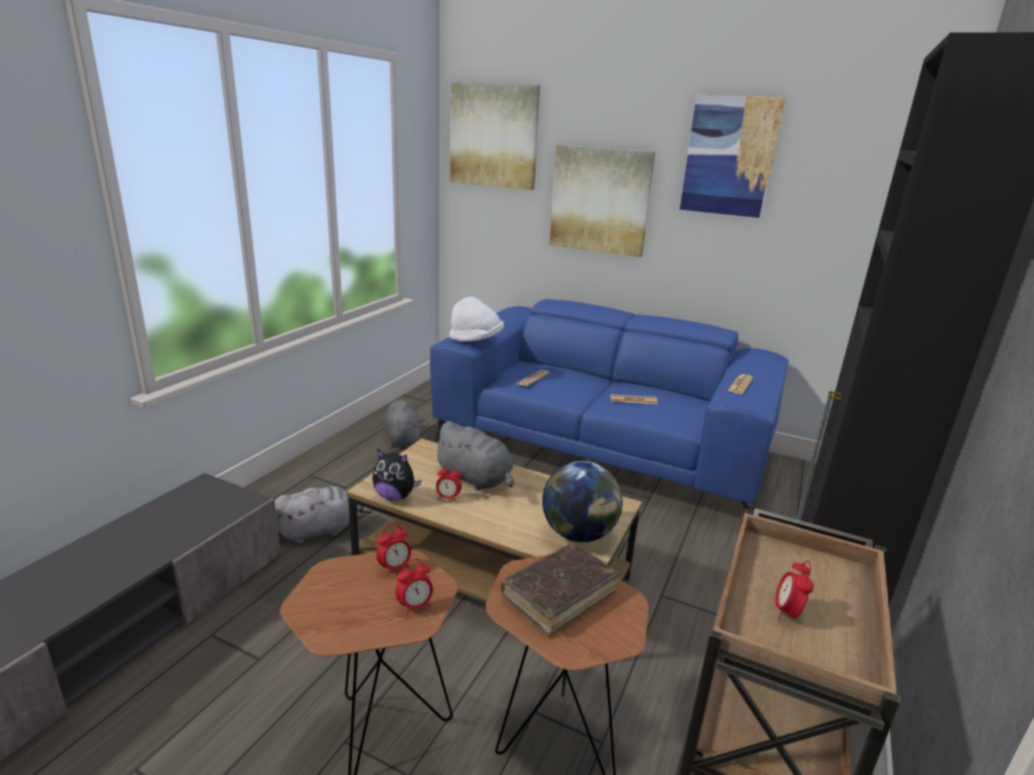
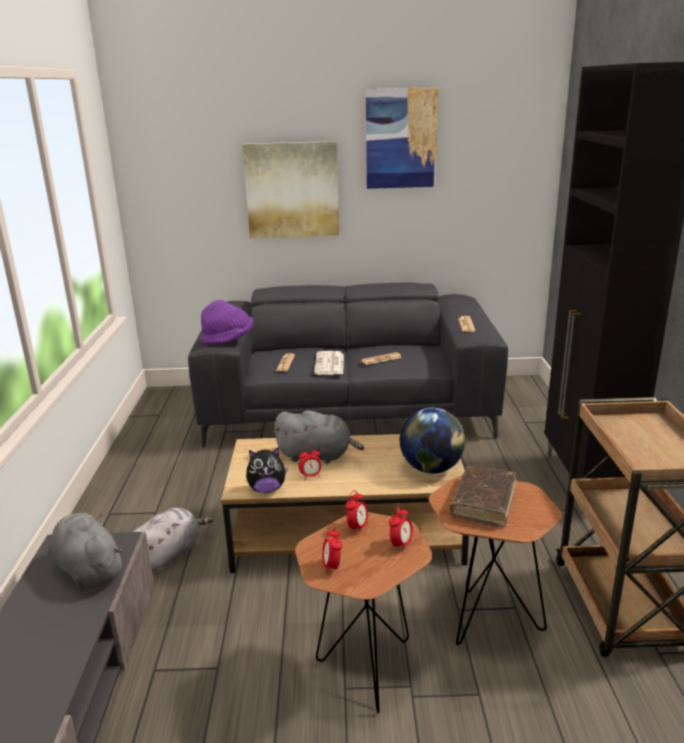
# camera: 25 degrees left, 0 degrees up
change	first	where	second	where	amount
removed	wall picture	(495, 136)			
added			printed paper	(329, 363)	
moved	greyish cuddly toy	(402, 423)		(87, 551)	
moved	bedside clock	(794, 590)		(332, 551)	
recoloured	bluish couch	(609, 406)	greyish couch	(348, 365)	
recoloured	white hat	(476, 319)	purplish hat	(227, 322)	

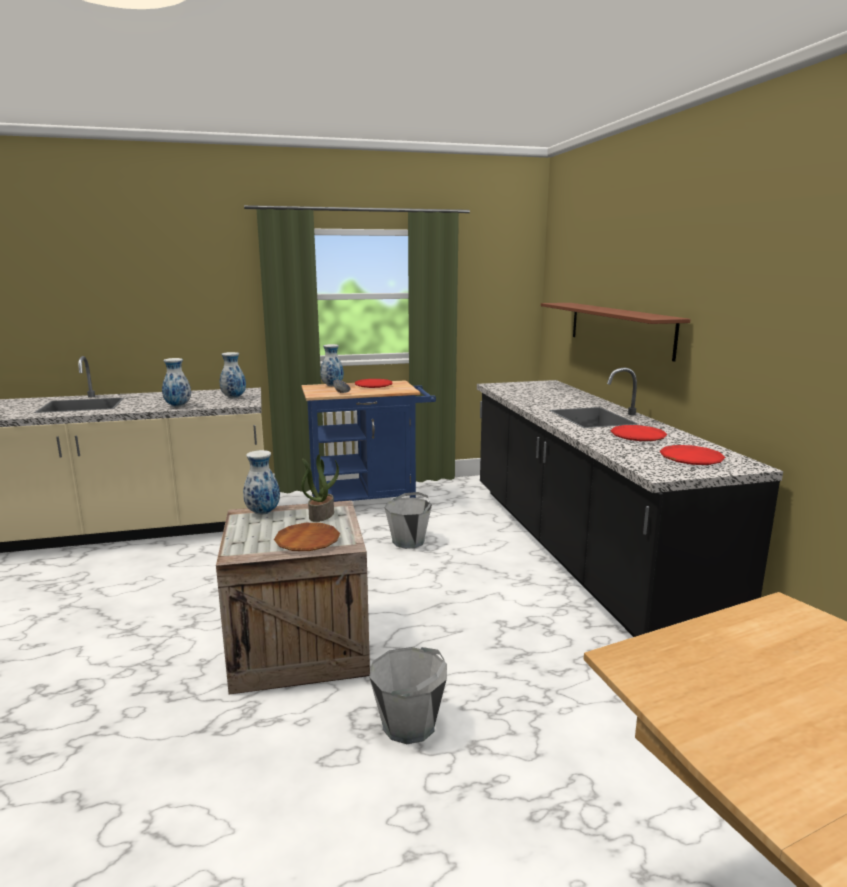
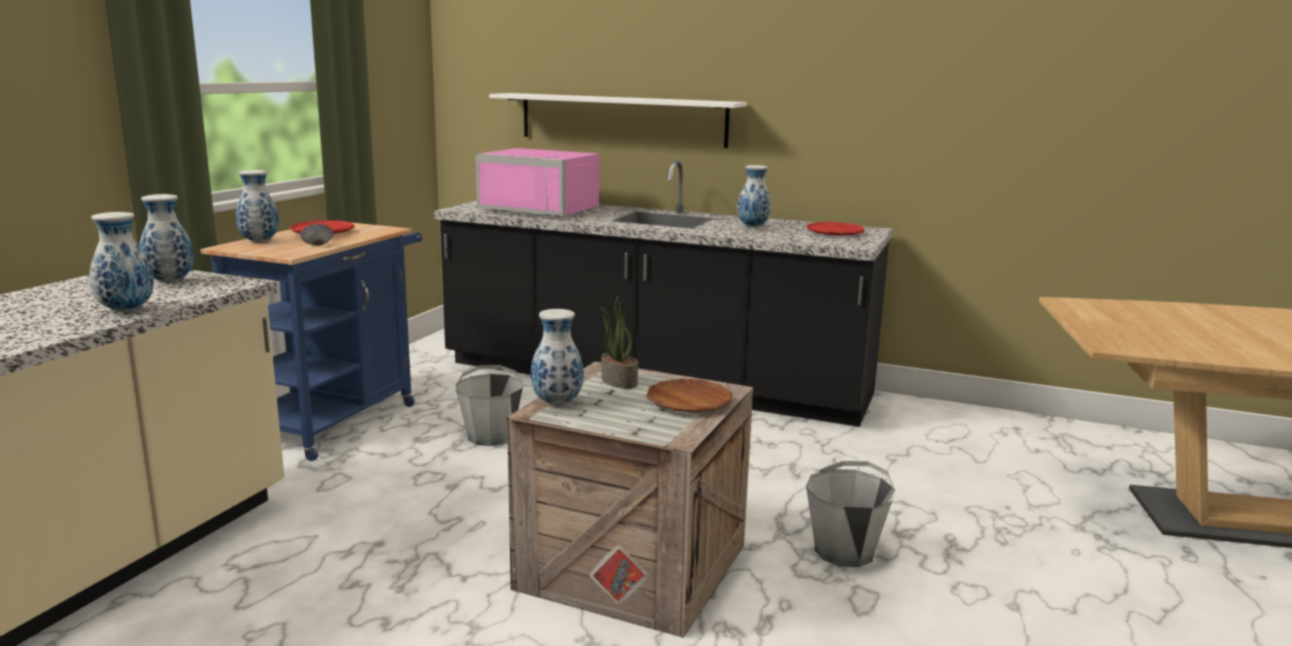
# camera: 55 degrees left, 0 degrees up
change	first	where	second	where	amount
added			pink-coloured kitchen microwave	(537, 182)	
replaced	reddish plate	(639, 433)	flower vase	(754, 196)	
recoloured	brown-coloured wall shelf	(616, 332)	white wall shelf	(618, 120)	

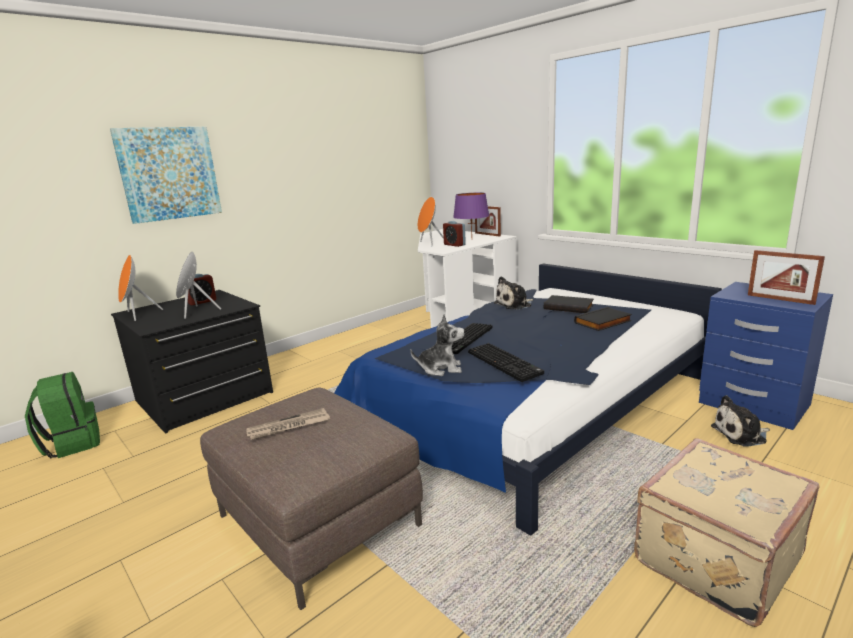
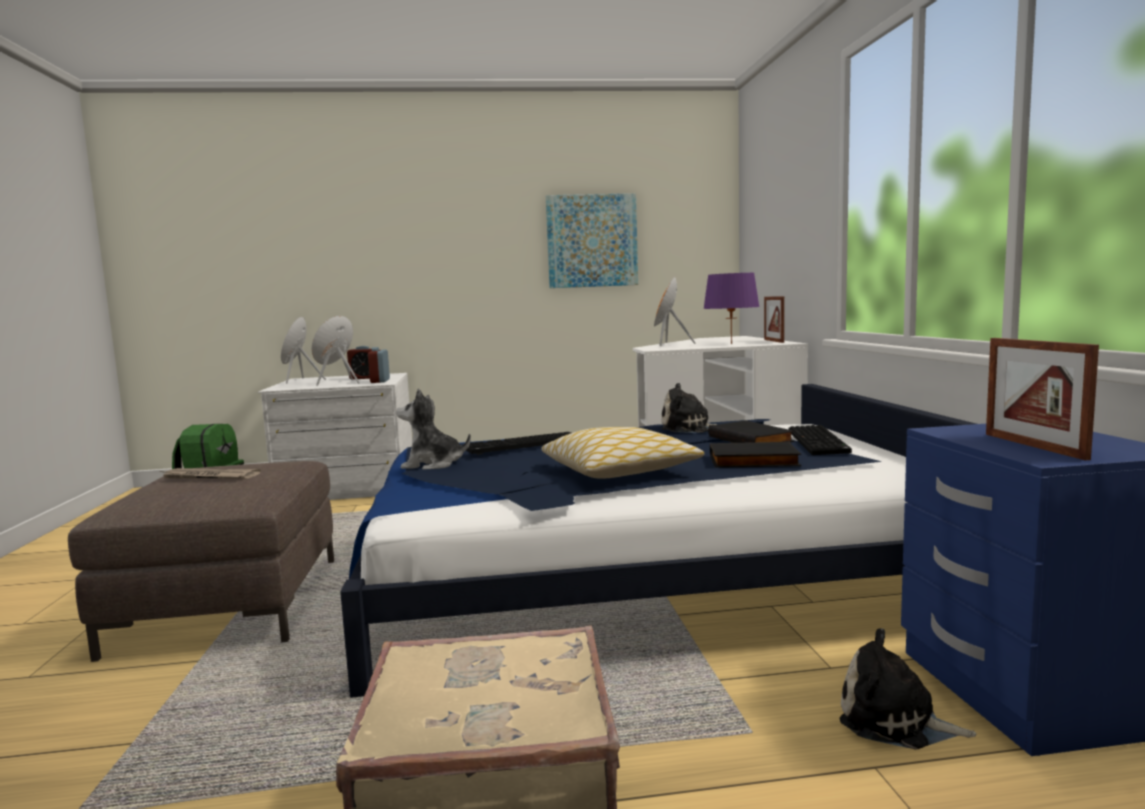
# camera: 35 degrees right, 10 degrees down
change	first	where	second	where	amount
added			cushion	(622, 453)	
moved	wall picture	(166, 175)		(592, 240)	
moved	bedside clock	(454, 234)		(379, 365)	
moved	computer keyboard	(506, 362)		(820, 440)	
recoloured	black drawer chest	(192, 361)	white drawer chest	(335, 436)	
turned	cuddly toy	(437, 345)		(433, 429)	150 degrees clockwise

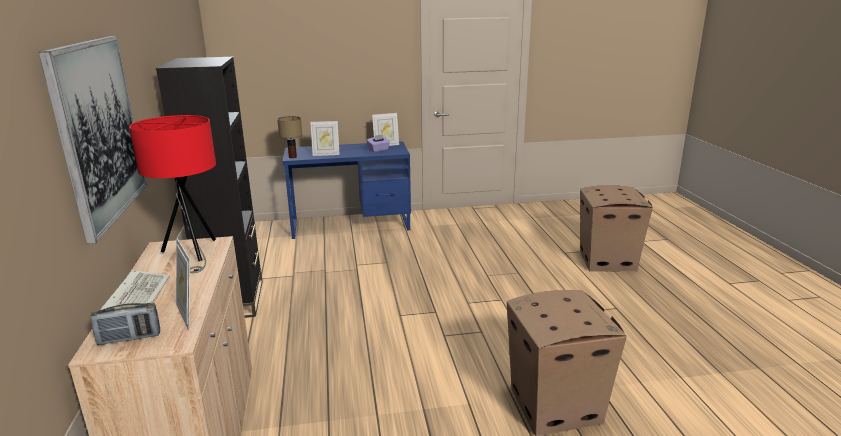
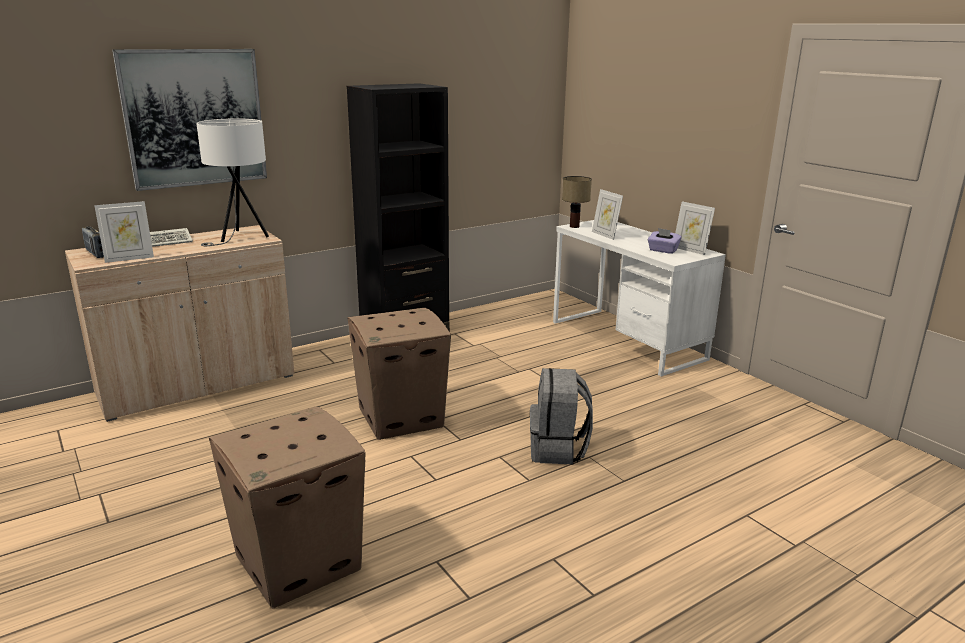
# camera: 65 degrees right, 0 degrees up
change	first	where	second	where	amount
added			greyish backpack	(561, 416)	
moved	packing box	(616, 228)		(399, 374)	
recoloured	reddish lamp for a table	(172, 194)	white lamp for a table	(232, 182)	
recoloured	bluish desk unit	(346, 190)	white desk unit	(639, 298)	
turned	photo frame	(183, 284)		(124, 232)	150 degrees counterclockwise

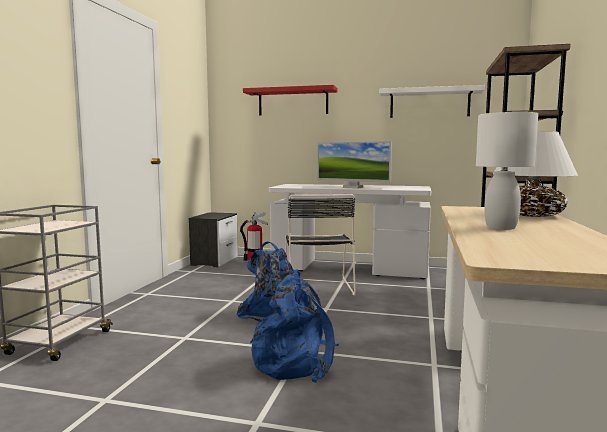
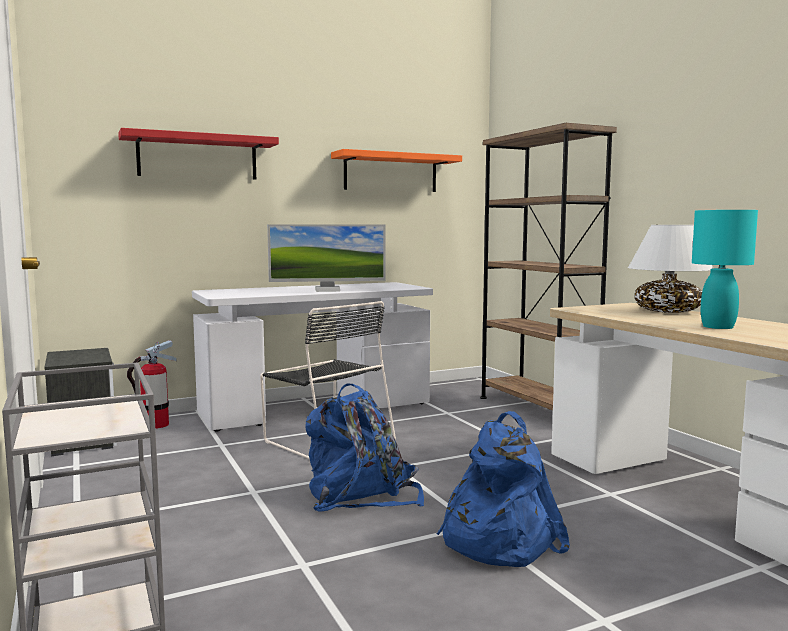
# camera: 40 degrees left, 0 degrees up
change	first	where	second	where	amount
recoloured	white wall shelf	(432, 101)	orangey wall shelf	(396, 170)	
recoloured	white lamp for a table	(507, 171)	turquoise lamp for a table	(725, 269)	

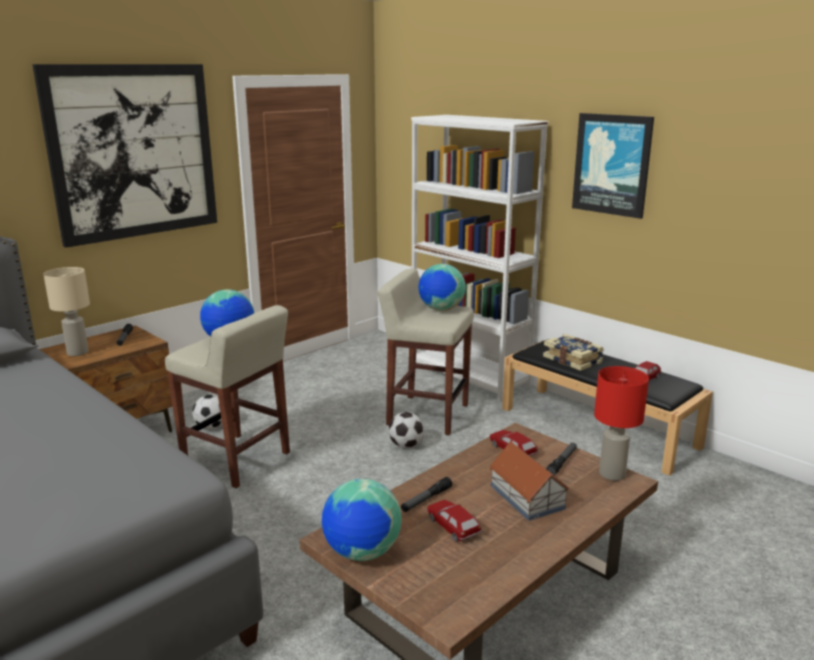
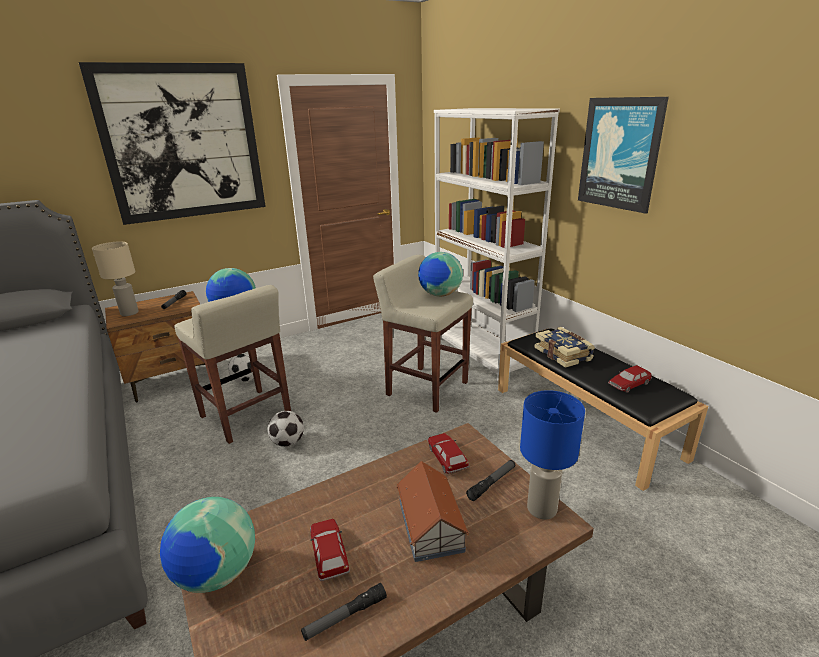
# camera: 15 degrees right, 5 degrees up
change	first	where	second	where	amount
moved	football	(407, 430)		(285, 429)	
moved	hand torch	(426, 494)		(344, 612)	
recoloured	reddish lamp for a table	(621, 423)	bluish lamp for a table	(552, 454)	

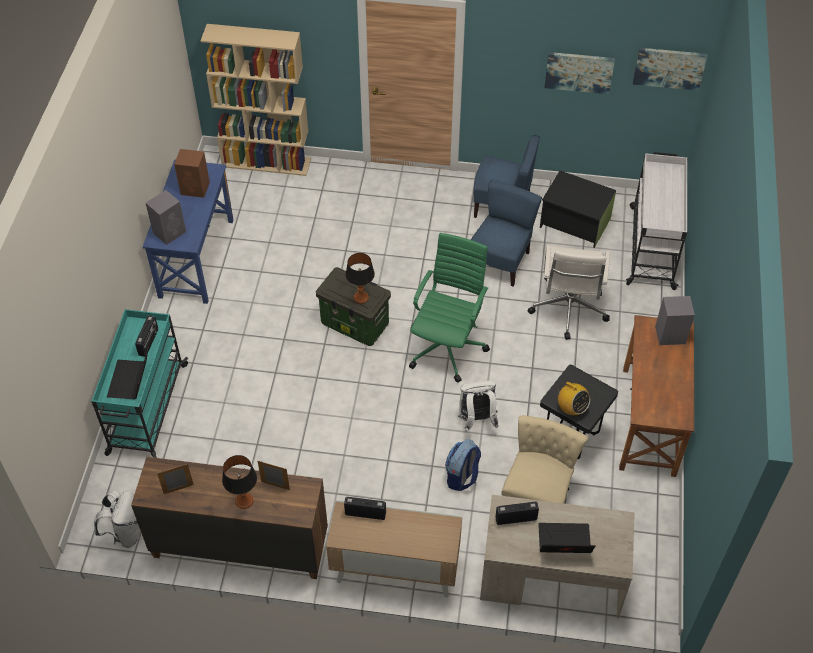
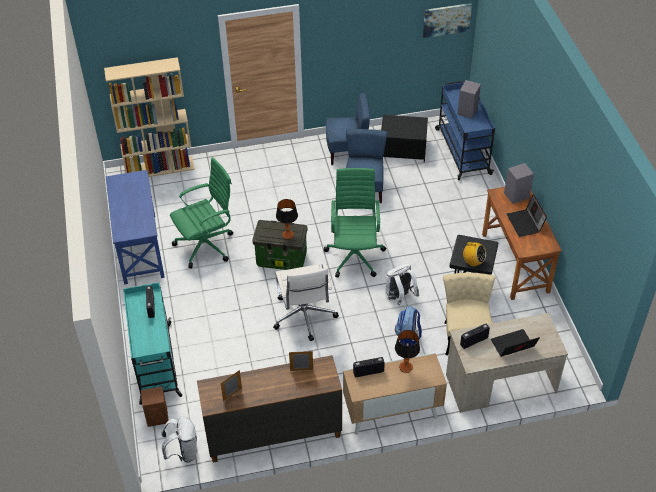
# camera: 20 degrees left, 5 degrees down
change	first	where	second	where	amount
removed	wall picture	(579, 73)			
added			greenish desk chair	(201, 212)	
moved	portable computer	(128, 372)		(527, 215)	
moved	greyish speaker	(166, 217)		(469, 99)	
moved	brown-coloured speaker	(192, 173)		(154, 407)	
moved	lamp for a table	(239, 482)		(407, 351)	
moved	white desk chair	(569, 292)		(306, 302)	
recoloured	white trolley	(656, 221)	bluish trolley	(465, 130)	

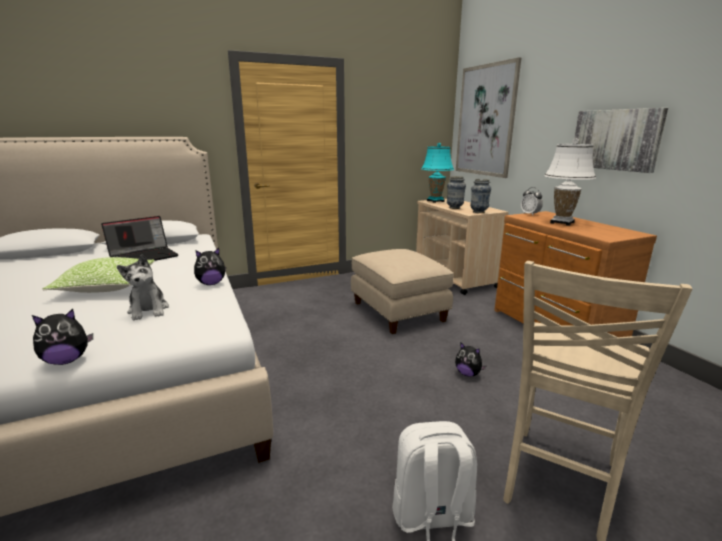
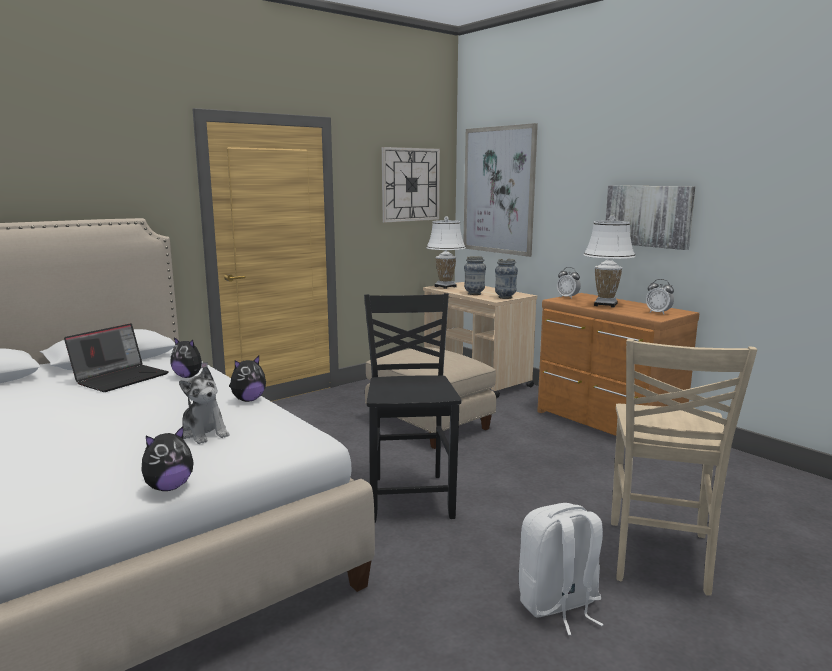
# camera: 15 degrees left, 5 degrees down
change	first	where	second	where	amount
removed	cushion	(98, 275)			
added			black upright chair	(412, 408)	
added			clock on the wall	(411, 185)	
added			bedside clock	(660, 296)	
moved	cuddly toy	(470, 360)		(189, 357)	
recoloured	turquoise lamp for a table	(438, 173)	white lamp for a table	(446, 252)	

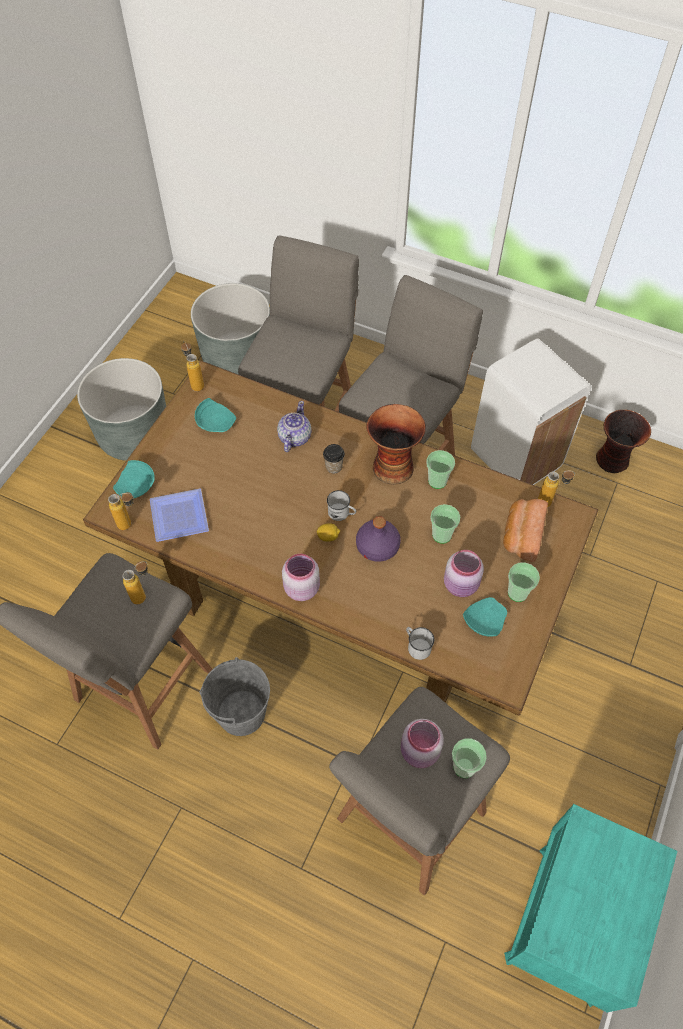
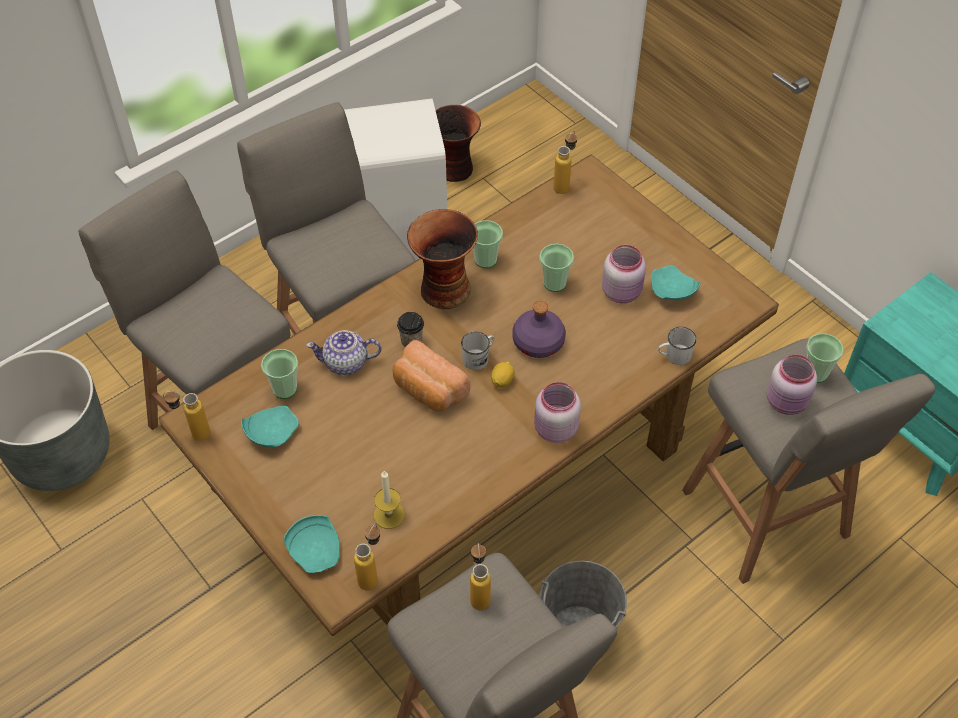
# camera: 65 degrees left, 5 degrees down
change	first	where	second	where	amount
removed	greyish flower pot	(121, 409)			
moved	baked bread	(525, 530)		(431, 375)	
moved	cup	(524, 582)		(279, 374)	
replaced	plate	(179, 515)	wax candle	(389, 500)	
turned	pot for tea	(294, 426)		(344, 352)	45 degrees counterclockwise

